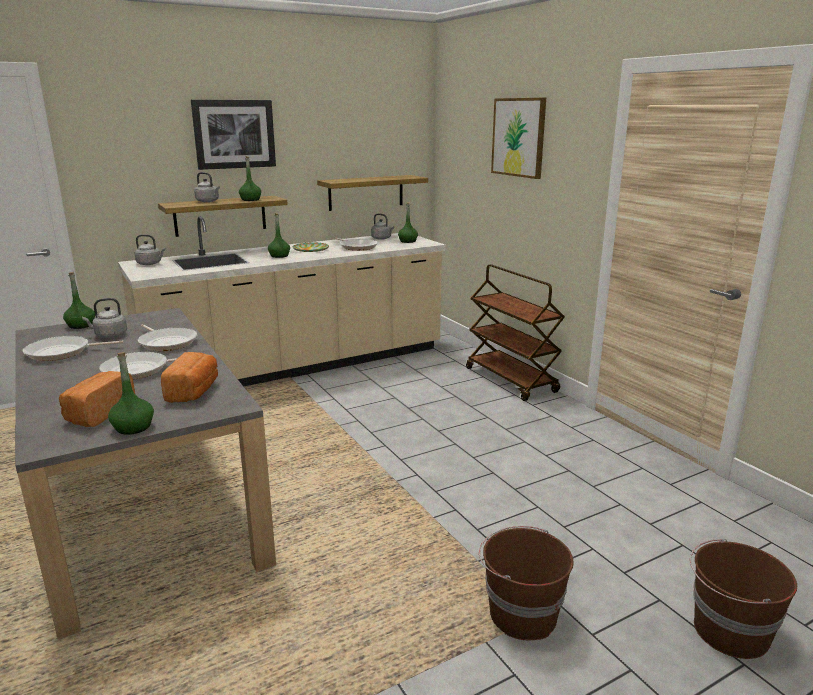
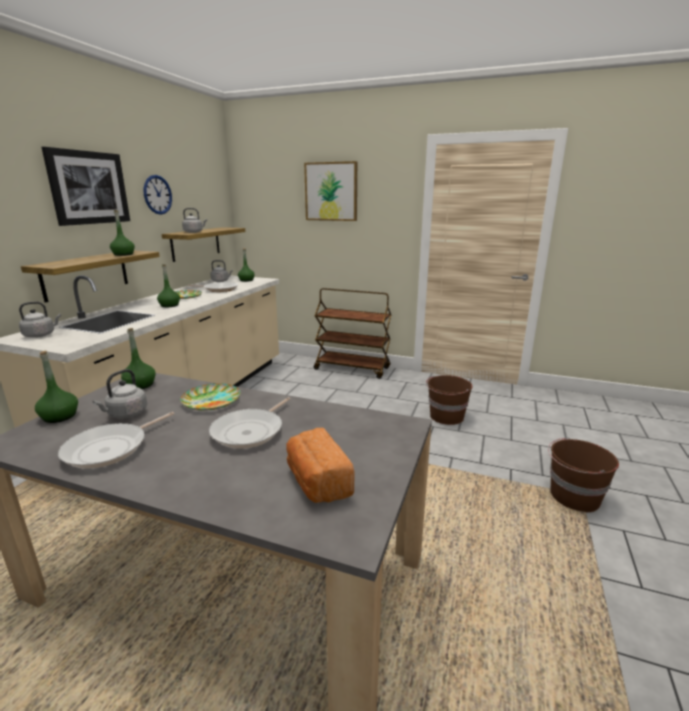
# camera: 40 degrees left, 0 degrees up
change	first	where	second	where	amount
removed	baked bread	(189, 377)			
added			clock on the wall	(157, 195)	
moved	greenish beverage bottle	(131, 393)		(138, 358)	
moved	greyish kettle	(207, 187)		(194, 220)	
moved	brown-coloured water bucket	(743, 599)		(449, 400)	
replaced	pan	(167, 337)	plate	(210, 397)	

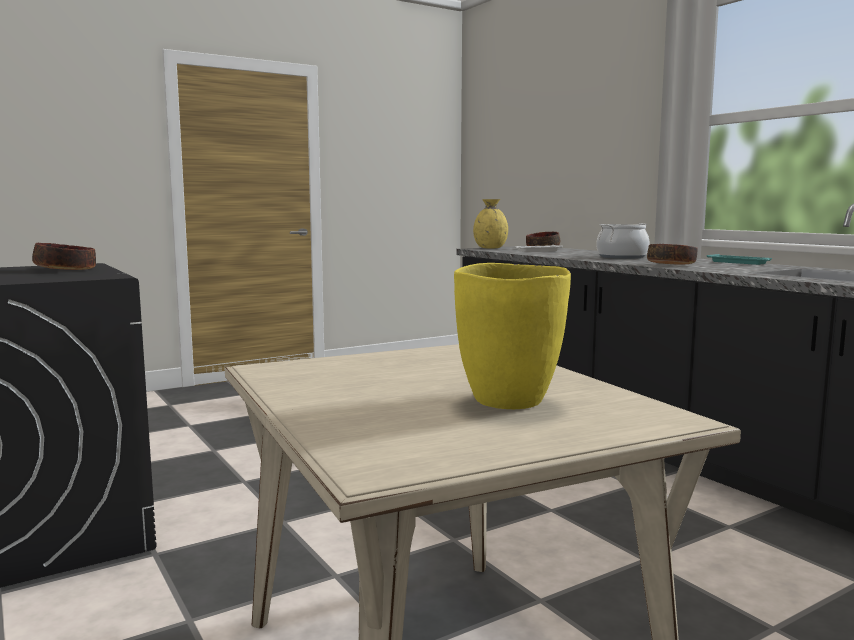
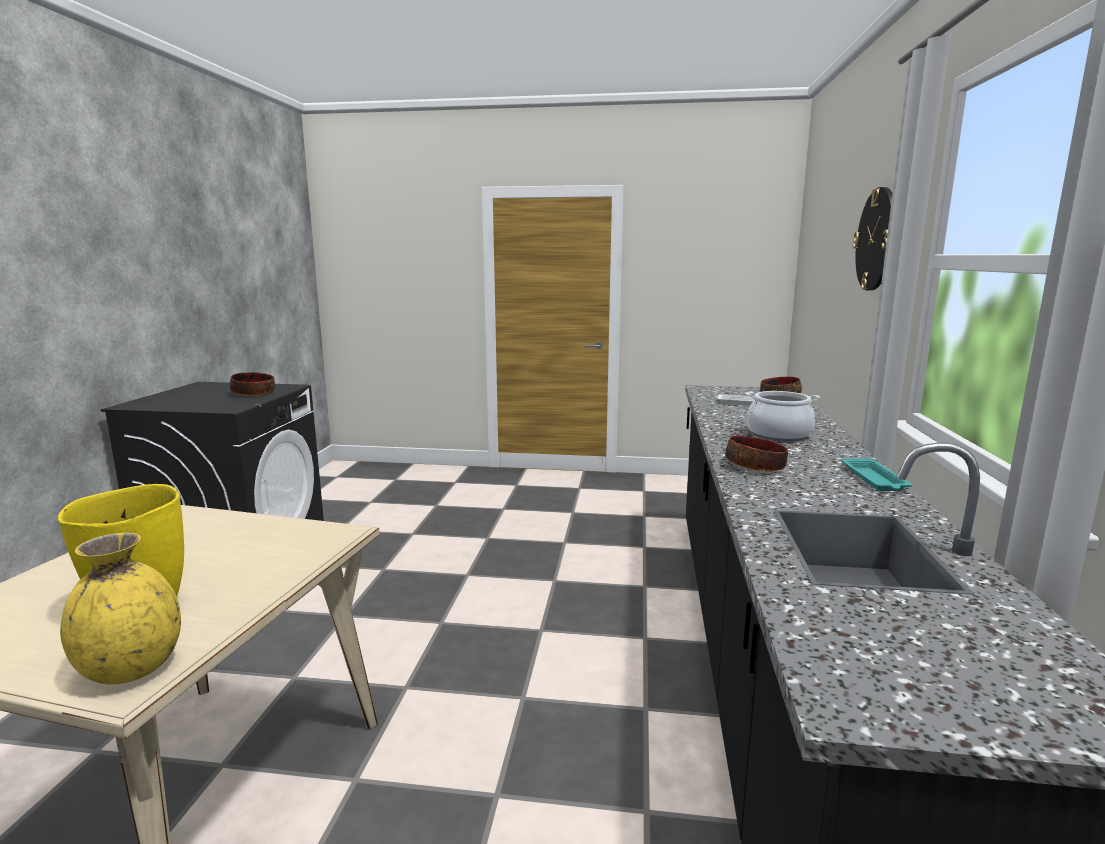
# camera: 40 degrees right, 5 degrees up
change	first	where	second	where	amount
added			clock on the wall	(873, 239)	
moved	yellow-coloured flower vase	(490, 224)		(120, 609)	

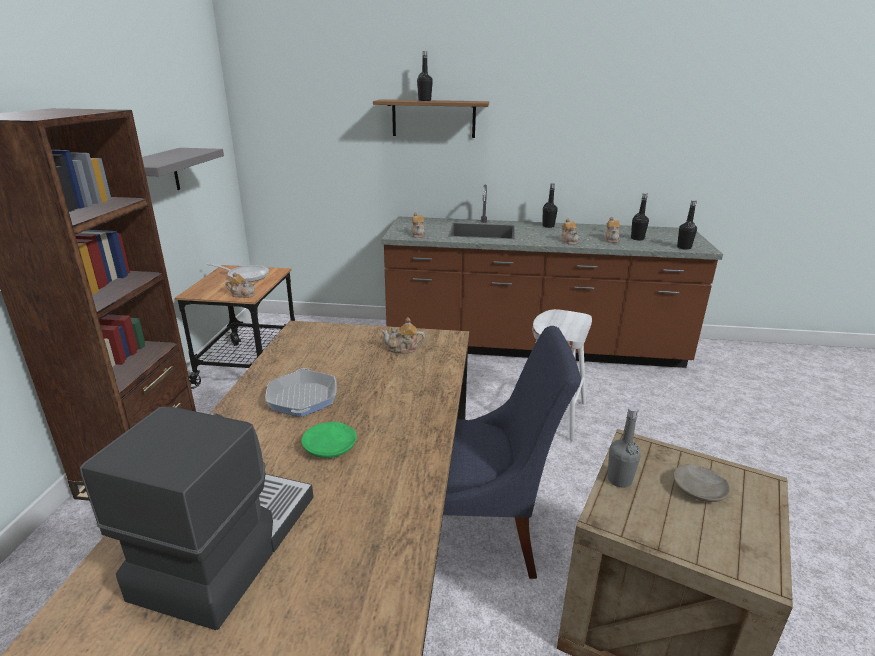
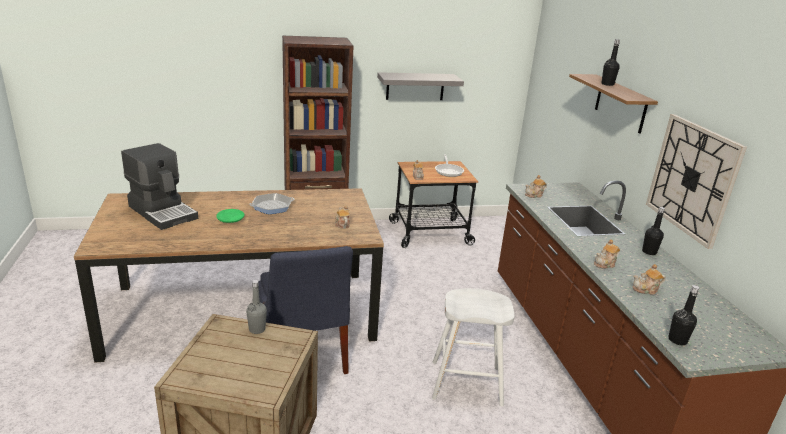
# camera: 70 degrees right, 0 degrees up
change	first	where	second	where	amount
removed	black beverage bottle	(640, 216)			
removed	sand-coloured plate	(702, 483)			
added			clock on the wall	(696, 181)	
turned	coffee maker	(196, 518)		(159, 186)	45 degrees clockwise

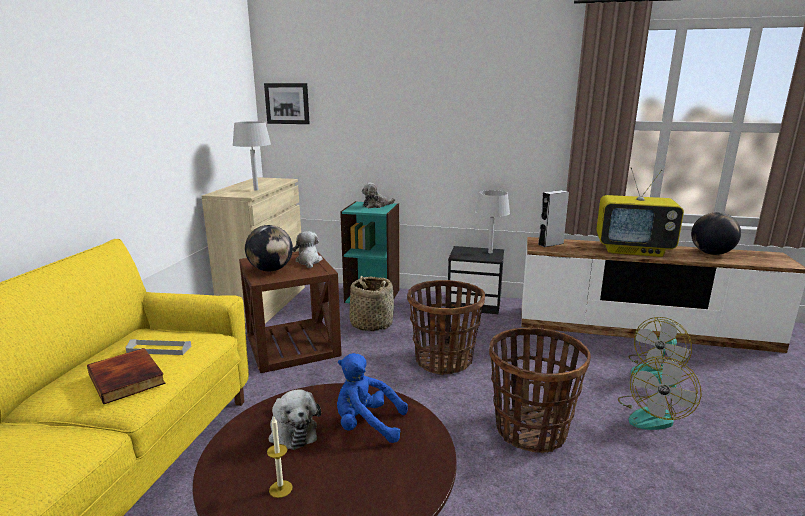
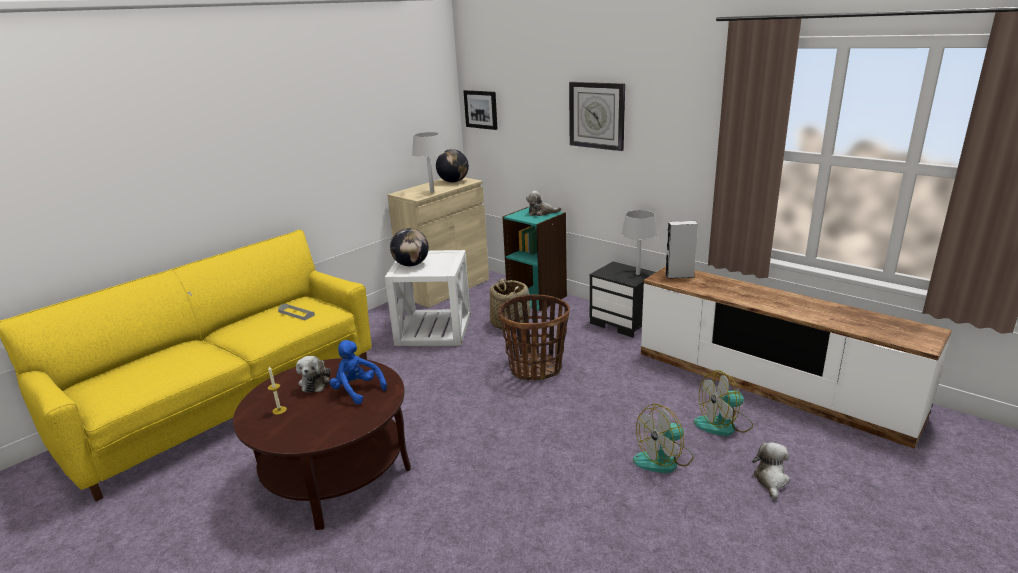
# camera: 30 degrees right, 5 degrees up
change	first	where	second	where	amount
removed	bound book	(126, 376)			
removed	basket	(540, 390)			
removed	TV set	(640, 212)			
added			clock on the wall	(597, 116)	
moved	cuddly toy	(308, 249)		(771, 471)	
moved	desk globe	(716, 233)		(452, 166)	
recoloured	brown-coloured accent table	(290, 312)	white accent table	(428, 298)	

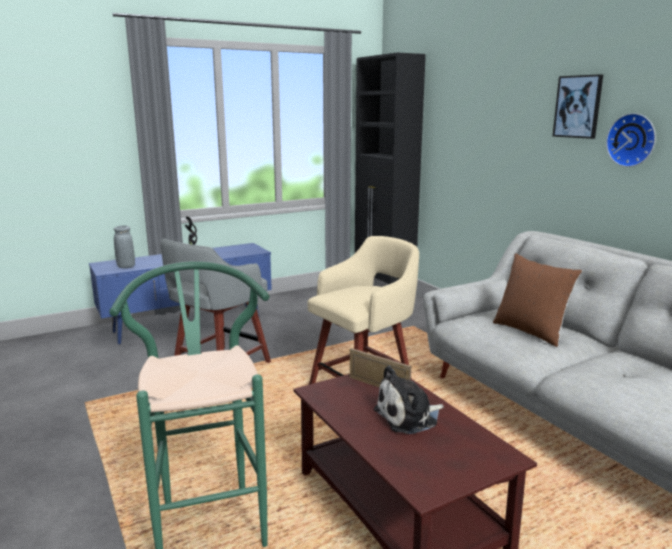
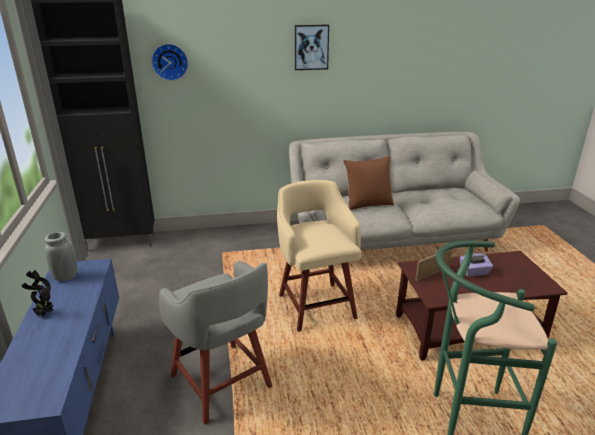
# camera: 70 degrees left, 10 degrees up
change	first	where	second	where	amount
moved	greyish flower vase	(124, 246)		(61, 256)	
moved	clock on the wall	(631, 140)		(169, 62)	
replaced	cuddly toy	(409, 400)	purplish box of tissues	(476, 265)	

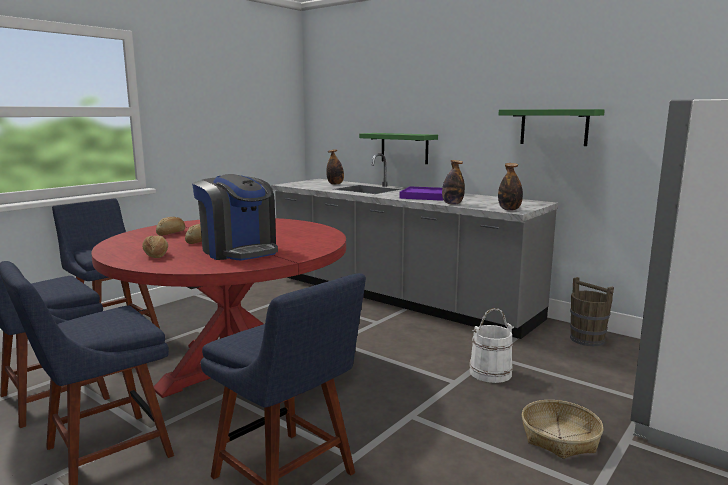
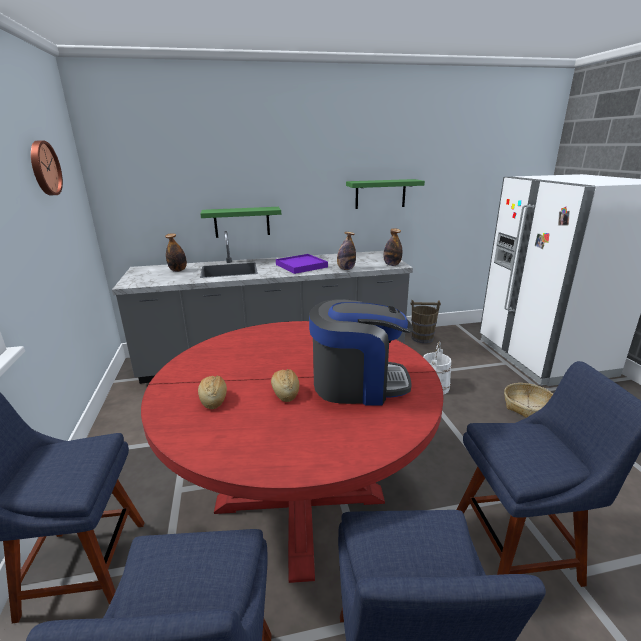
# camera: 50 degrees left, 10 degrees up
change	first	where	second	where	amount
removed	baked bread	(155, 247)			
added			clock on the wall	(47, 167)	

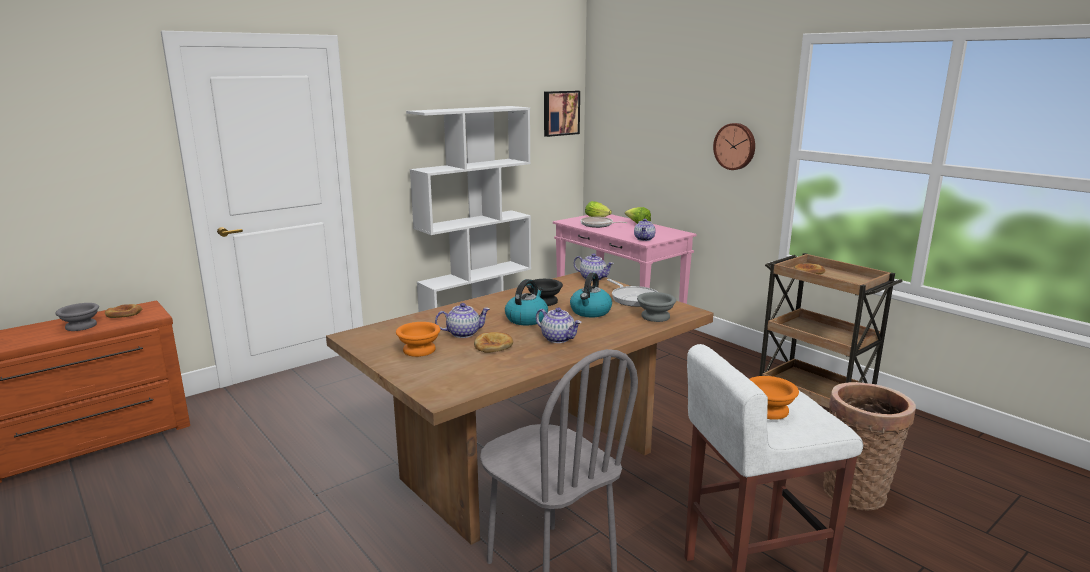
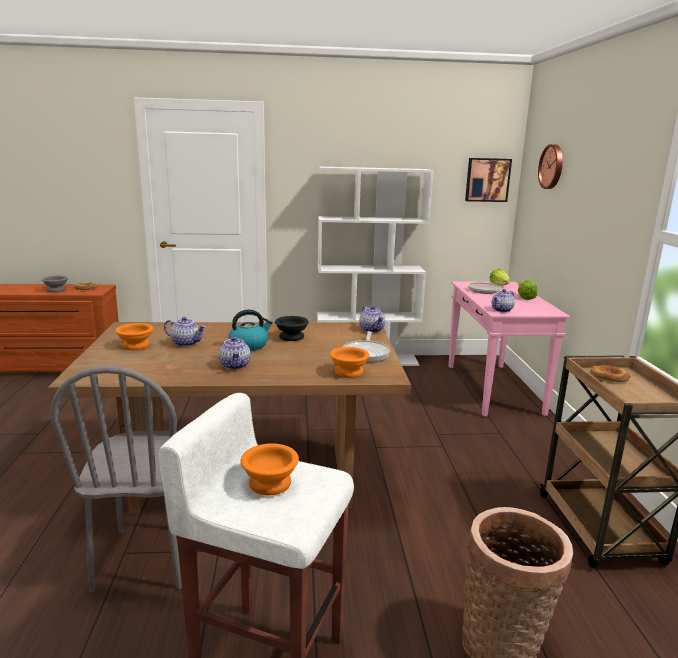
# camera: 35 degrees right, 0 degrees up
change	first	where	second	where	amount
removed	baked bread	(493, 342)			
removed	kettle	(591, 295)			
moved	clock on the wall	(734, 146)		(550, 166)	
recoloured	greyish deep dish	(656, 307)	orangey deep dish	(349, 362)	

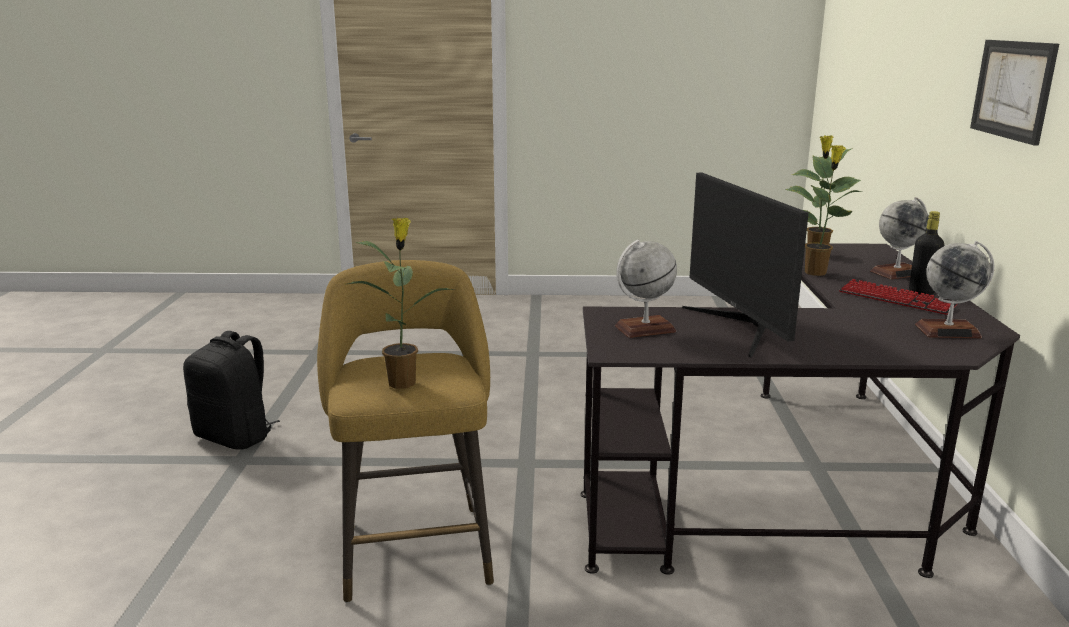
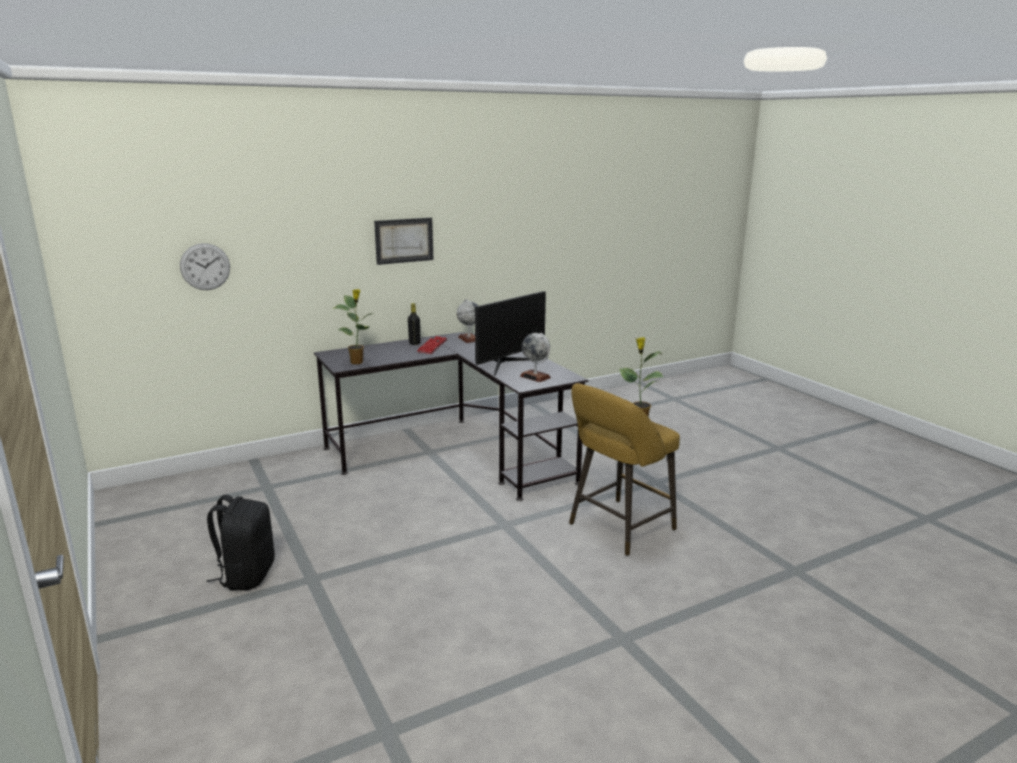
# camera: 120 degrees left, 0 degrees up
change	first	where	second	where	amount
removed	potted plant	(827, 210)			
removed	desk globe	(899, 238)			
added			clock on the wall	(205, 266)	
moved	black backpack	(231, 390)		(241, 542)	

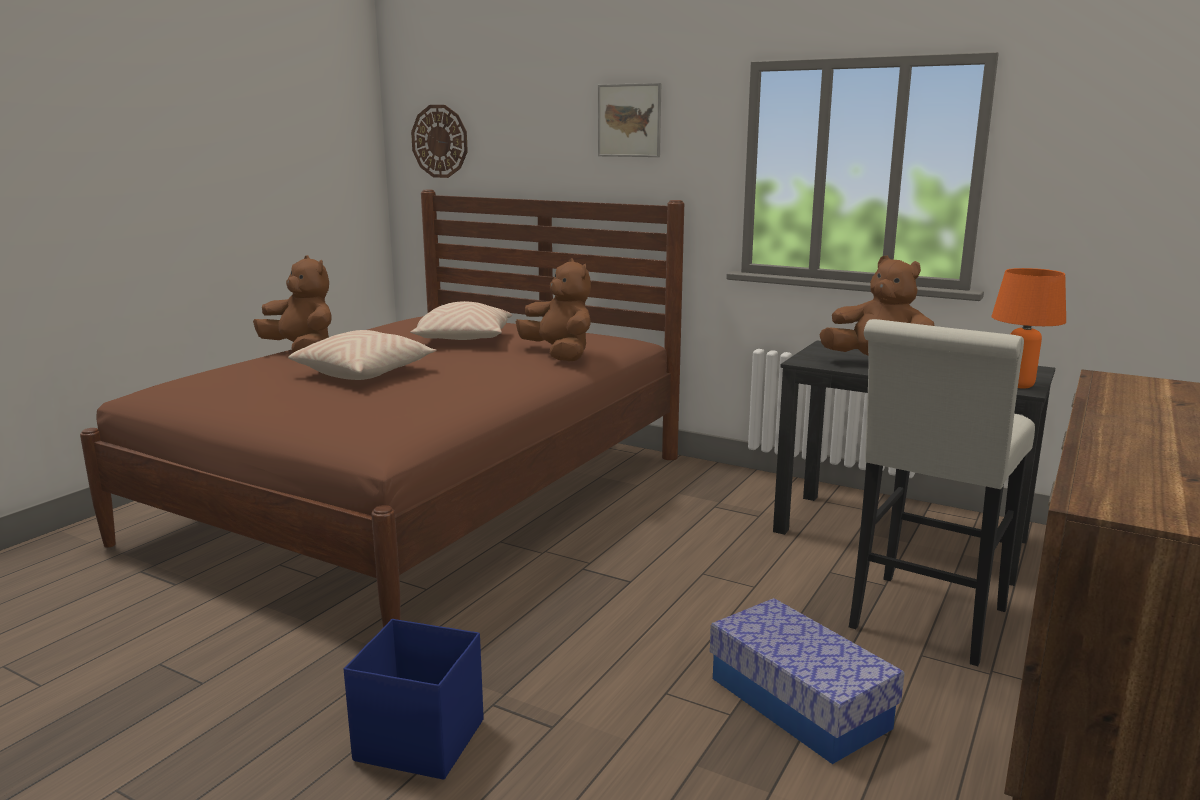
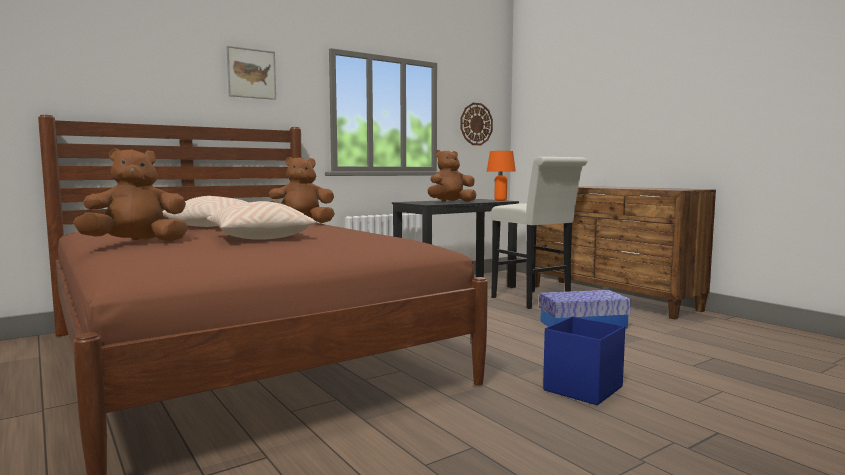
# camera: 65 degrees left, 10 degrees down
change	first	where	second	where	amount
moved	clock on the wall	(439, 141)		(477, 124)	

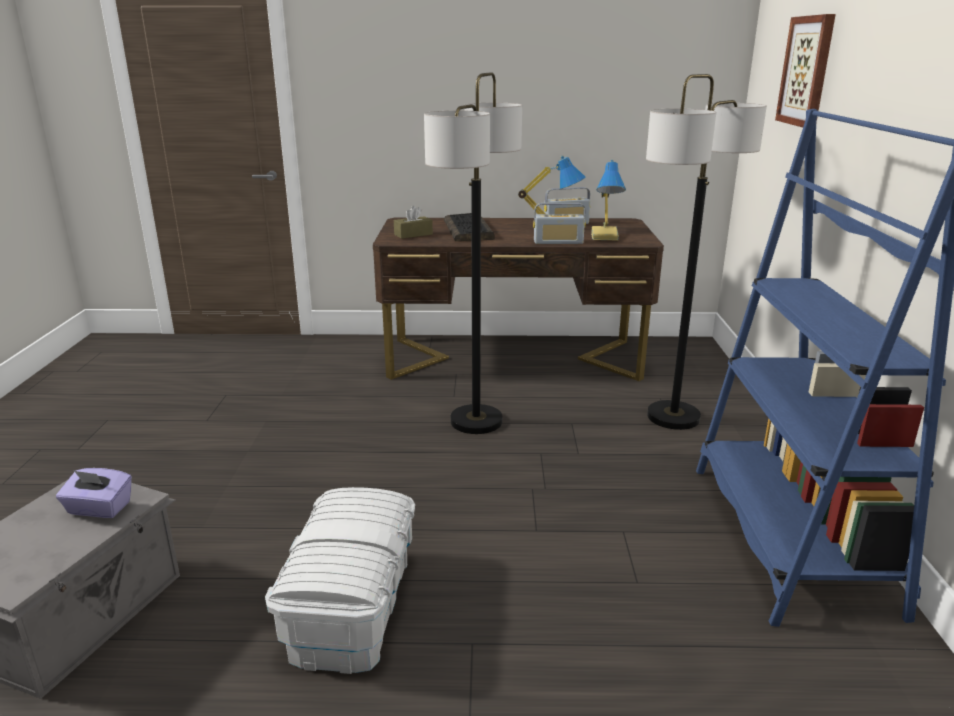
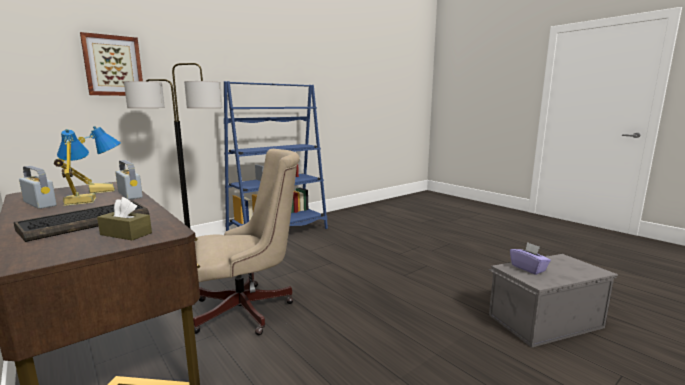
# camera: 130 degrees left, 10 degrees down
change	first	where	second	where	amount
removed	white storage box	(340, 580)			
replaced	standard lamp	(473, 253)	sand-coloured desk chair	(246, 242)	

